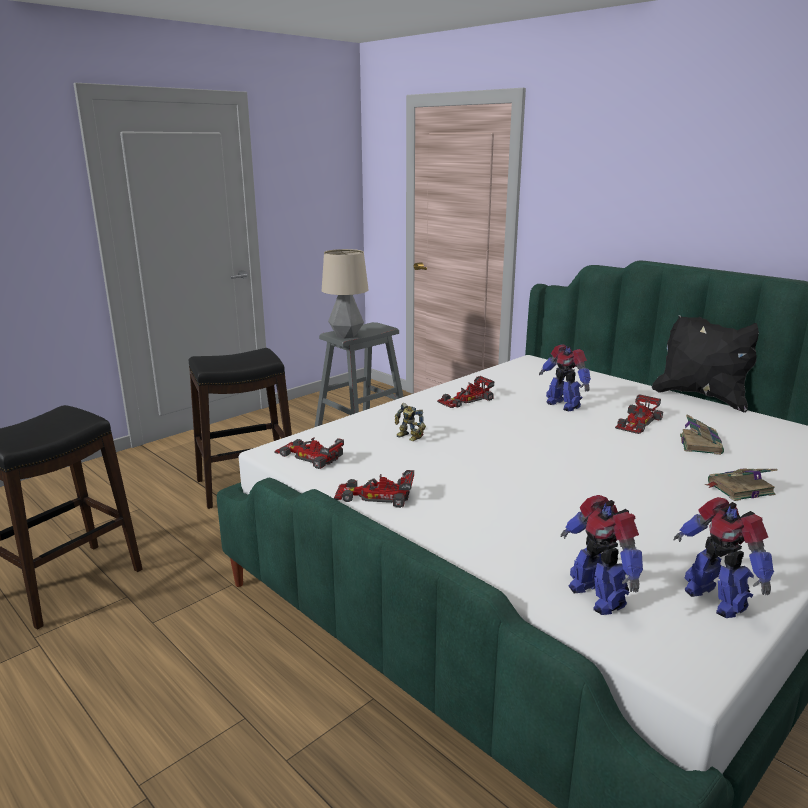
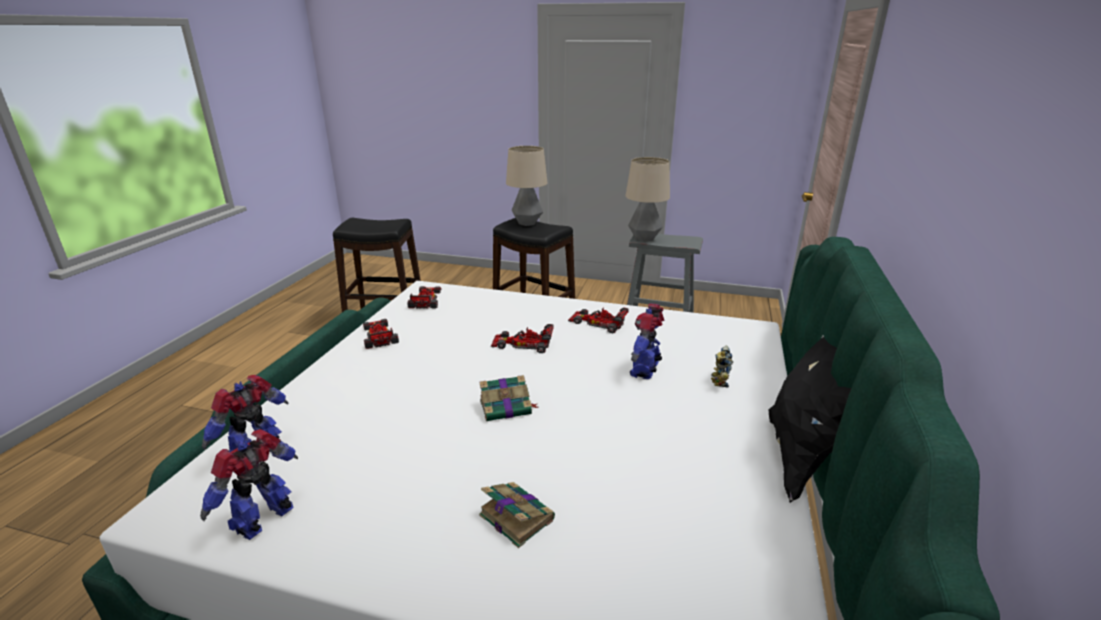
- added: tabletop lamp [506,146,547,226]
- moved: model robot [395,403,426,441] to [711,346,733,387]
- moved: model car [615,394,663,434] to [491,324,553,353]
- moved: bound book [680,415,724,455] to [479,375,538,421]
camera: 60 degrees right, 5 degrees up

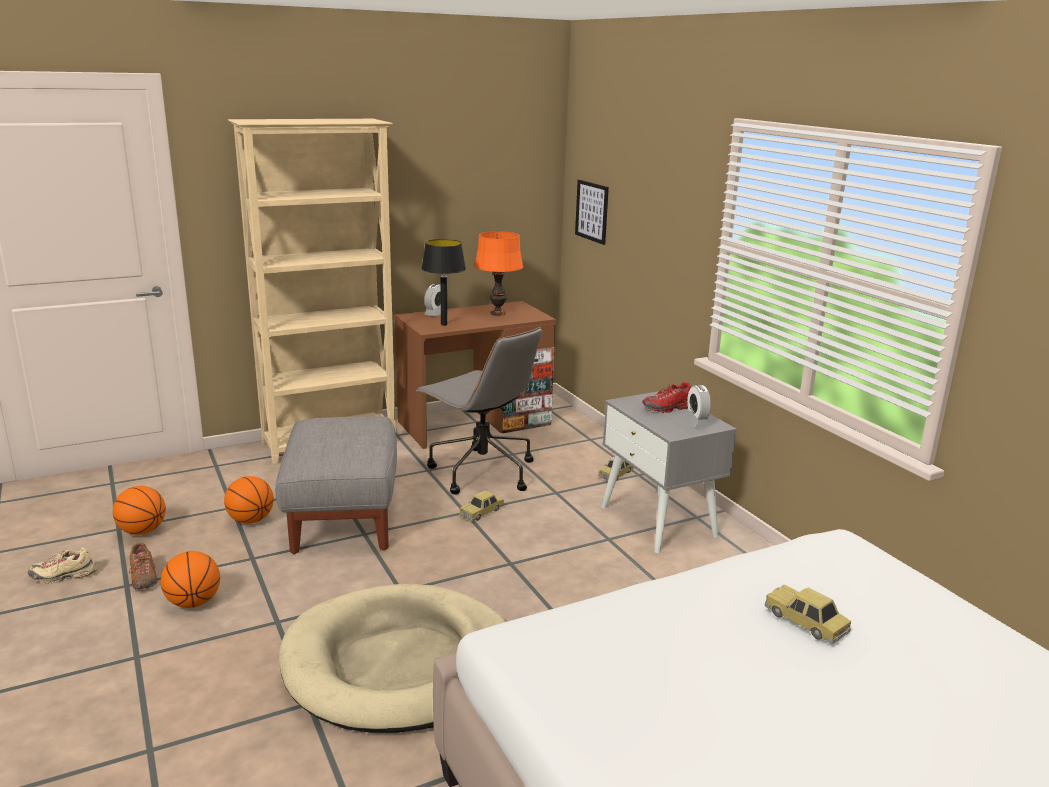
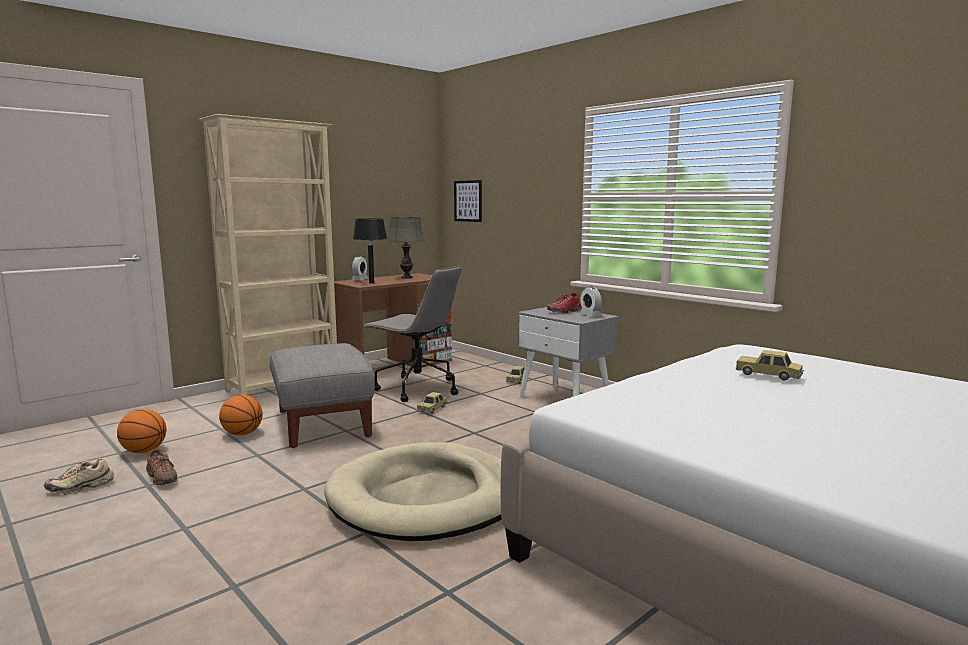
- removed: basketball [161,551,220,608]
- recoloured: tabletop lamp in orange [474,231,523,316] to tabletop lamp in greyish [388,217,424,279]
camera: 15 degrees left, 10 degrees down

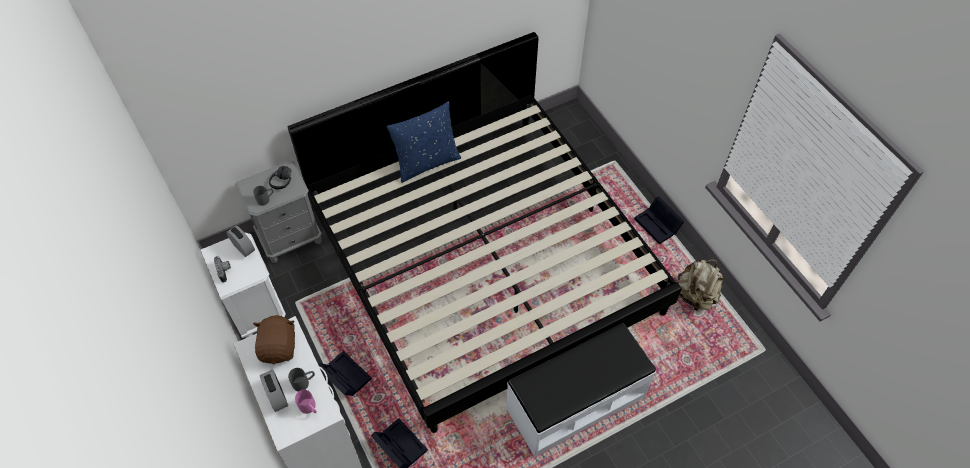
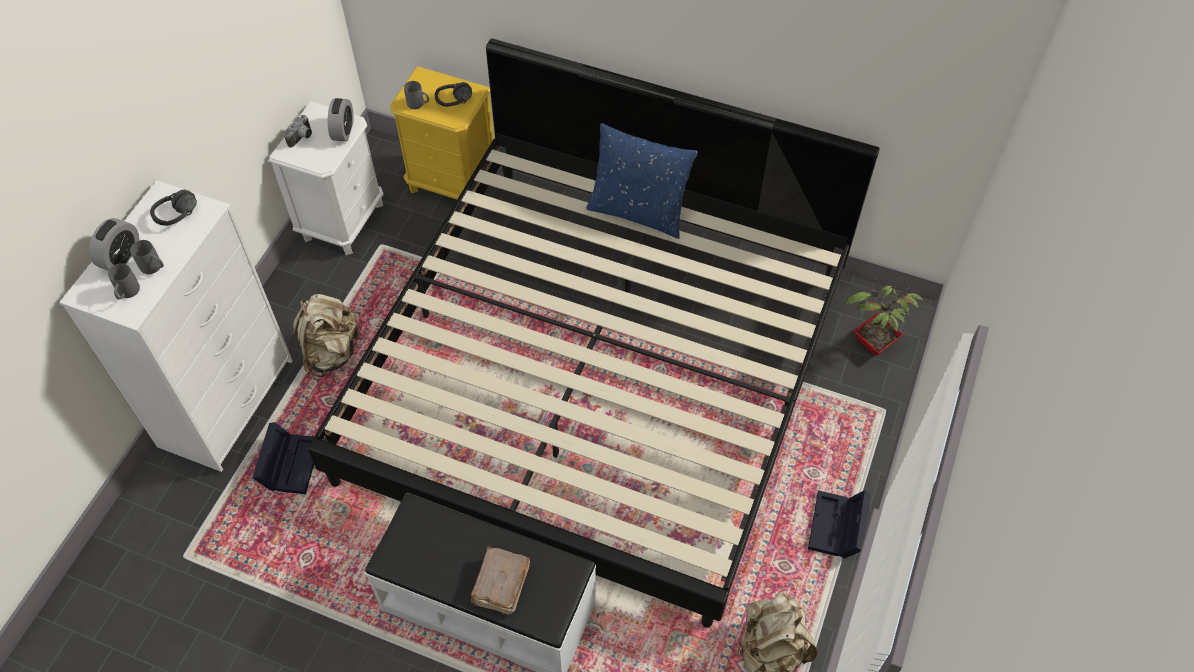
- added: bound book in brown-coloured [470,546,530,615]
- added: houseplant [845,276,923,355]
- replaced: cuddly toy in brown-coloured [253,315,295,364] to pair of headphones in black [150,190,197,226]
- replaced: storage bin in black [318,351,372,396] to knapsack in sand-coloured [293,294,362,377]
- recoloured: bedside table in greyish [235,160,322,263] to bedside table in yellow-coloured [390,66,494,210]
- recoloured: coffee mug in pinkish [295,390,317,414] to coffee mug in greyish [108,263,140,300]
camera: 50 degrees right, 0 degrees up

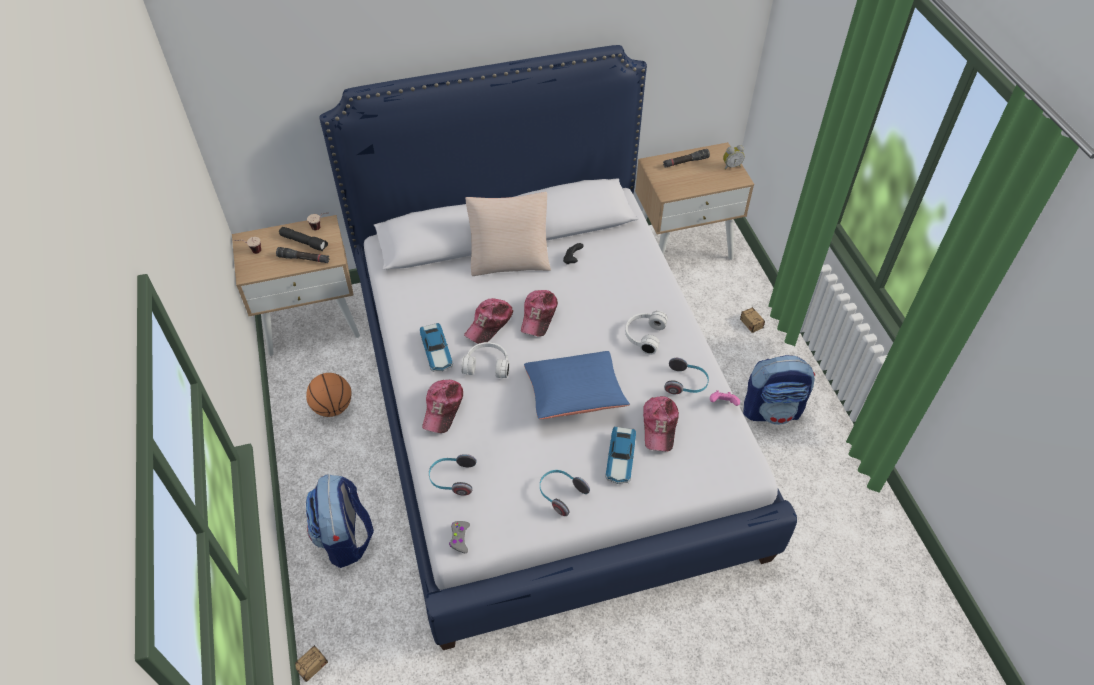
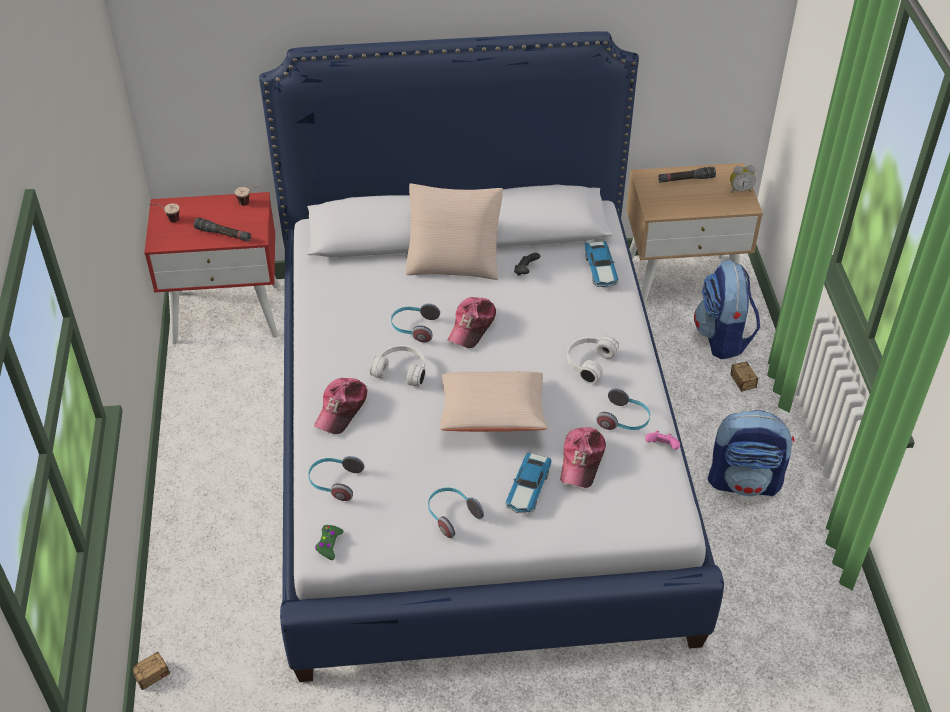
- removed: flashlight in black [279,227,328,251]
- removed: basketball [306,373,351,417]
- moved: knapsack [306,474,374,568] to [694,259,760,359]
- moved: model car [420,323,453,372] to [585,241,619,287]
- replaced: peaked cap [464,298,513,344] to pair of headphones [391,303,440,342]
- recoloured: bedside table in sand-coloured [232,215,360,356] to bedside table in red-coloured [144,192,279,344]
- recoloured: joypad in greyish [449,521,470,553] to joypad in green-coloured [315,525,343,560]
- recoloured: pillow in blue-coloured [524,351,630,419] to pillow in sand-coloured [440,371,548,432]
camera: 10 degrees right, 5 degrees down

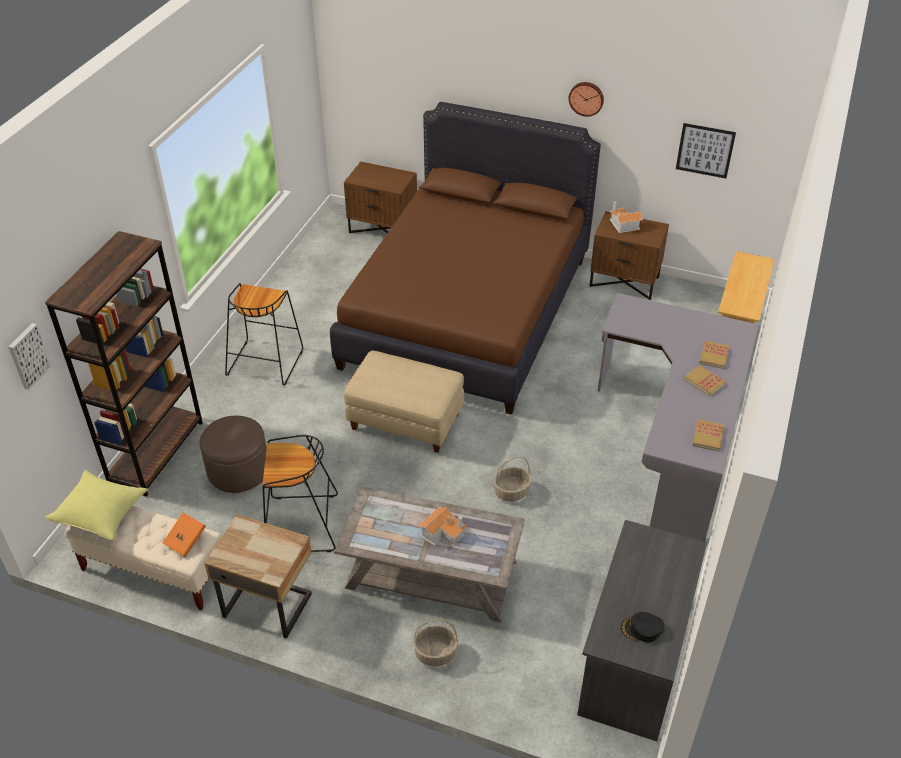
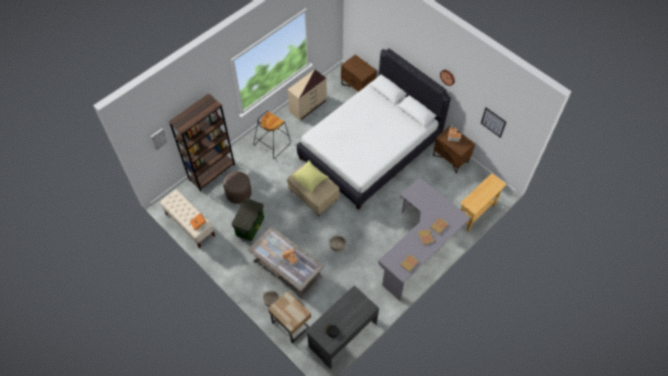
- added: dresser in sand-coloured [287,69,327,121]
- moved: pillow in yellow-coloured [45,470,148,540] to [290,160,329,193]
- moved: bedside table in sand-coloured [204,515,312,639] to [268,291,311,343]
- replaced: stool seat in black [262,435,338,552] to storage bin [231,198,264,241]
- recoloured: bed in brown-coloured [330,102,601,415] to bed in whitish [297,49,451,210]
camera: 25 degrees right, 15 degrees up

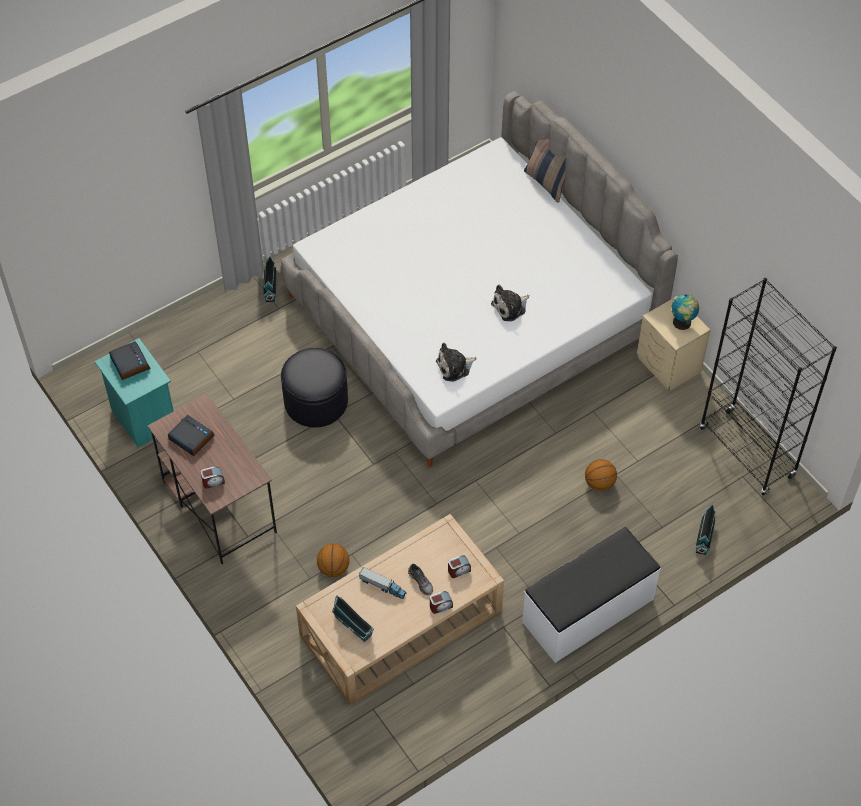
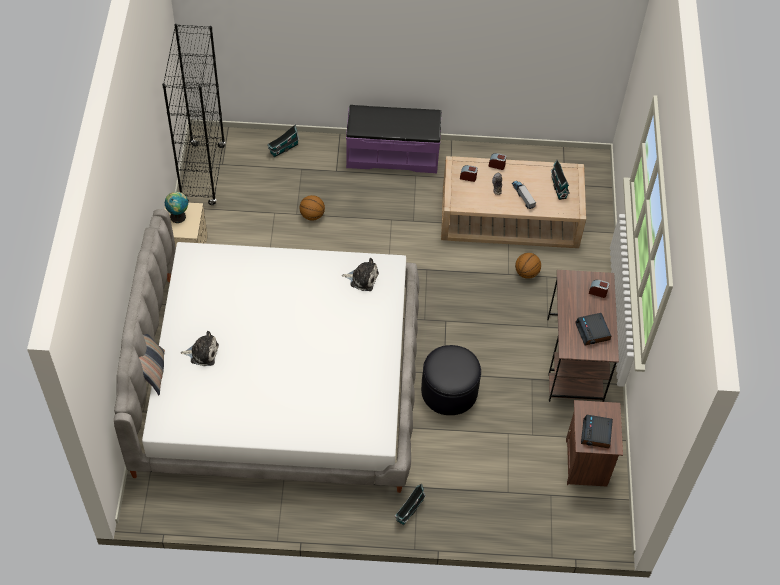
- moved: cuddly toy [491,285,529,321] to [181,331,219,366]
- recoloured: bedside table in blue-green [95,338,174,447] to bedside table in brown-coloured [566,400,623,487]
- recoloured: bench in whitish [522,527,661,663] to bench in purplish [346,105,441,174]
camera: 145 degrees left, 0 degrees up

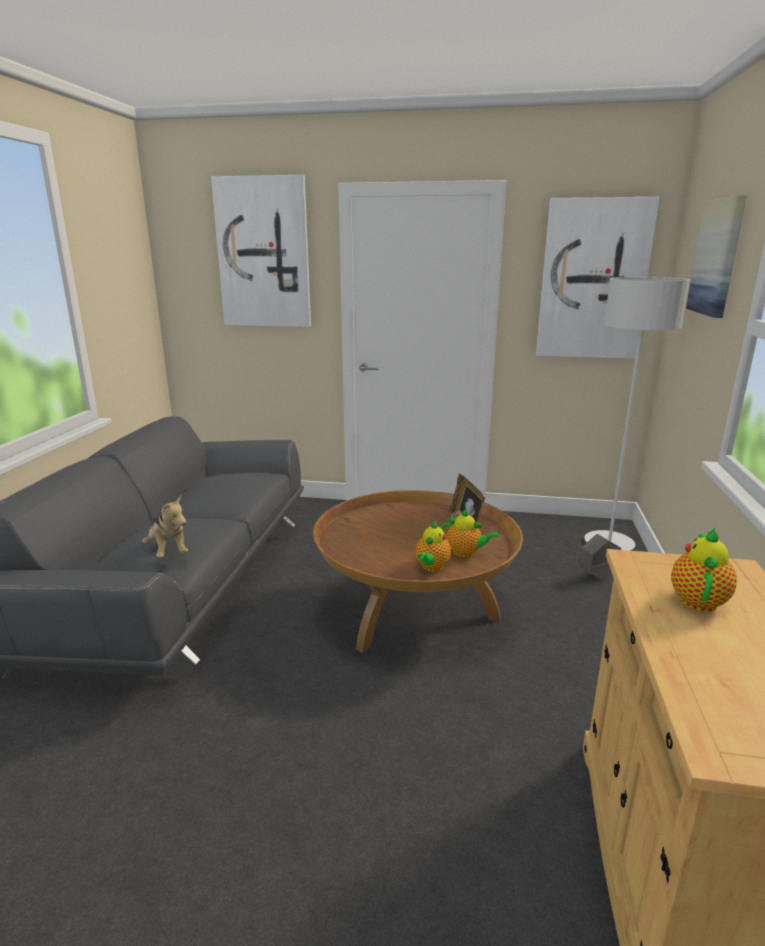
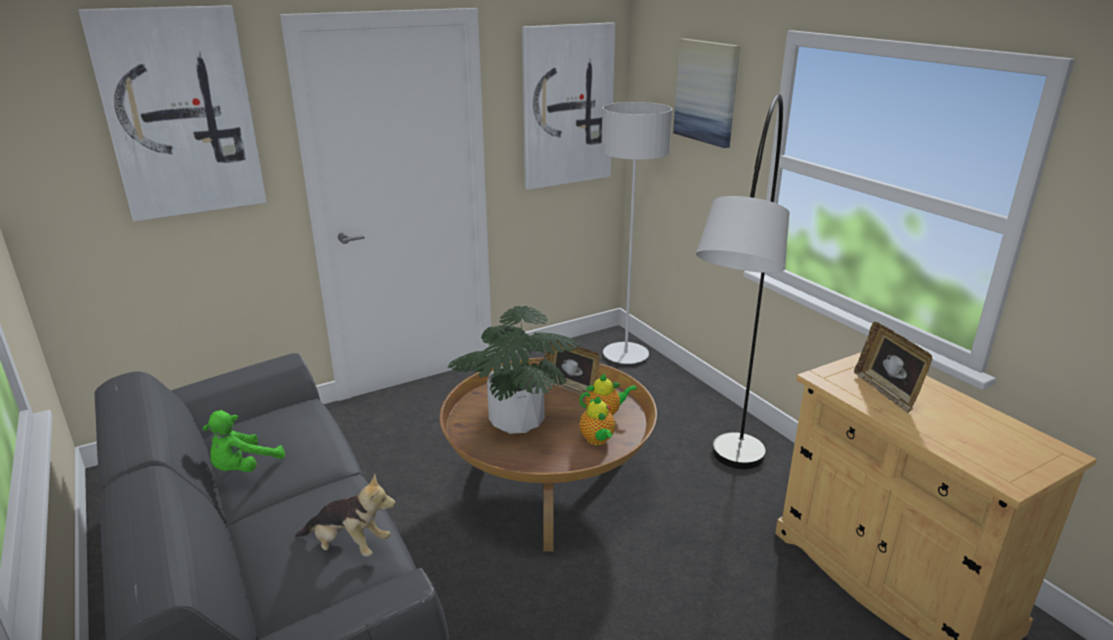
- removed: plant pot in greyish [579,534,621,580]
- added: cuddly toy in green-coloured [203,410,285,472]
- added: houseplant [448,306,580,434]
- added: standard lamp in greyish [696,94,790,469]
- replaced: pot for tea [671,527,737,612] to picture frame [854,322,932,413]
camera: 40 degrees left, 5 degrees up

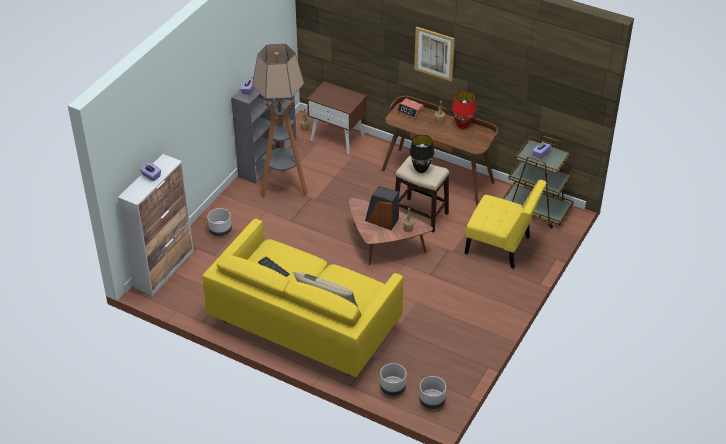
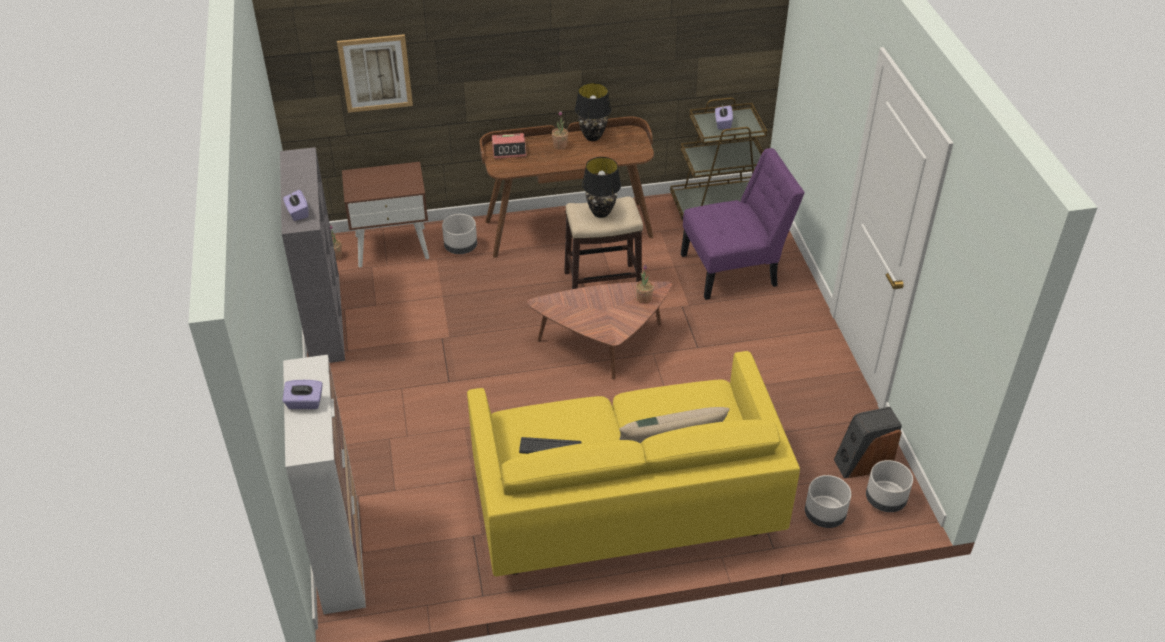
- removed: standard lamp [252,44,308,198]
- moved: plant pot in greyish [207,208,232,236] to [442,214,477,254]
- moved: audio speaker [365,186,399,230] to [834,407,902,478]
- moved: wall art [414,27,455,82] to [337,34,413,113]
- recoloured: tabletop lamp in red-coloured [452,91,476,129] to tabletop lamp in black [575,83,611,141]
- recoloured: upright chair in yellow-coloured [465,180,547,269] to upright chair in purplish [681,148,805,300]
camera: 40 degrees left, 0 degrees up

